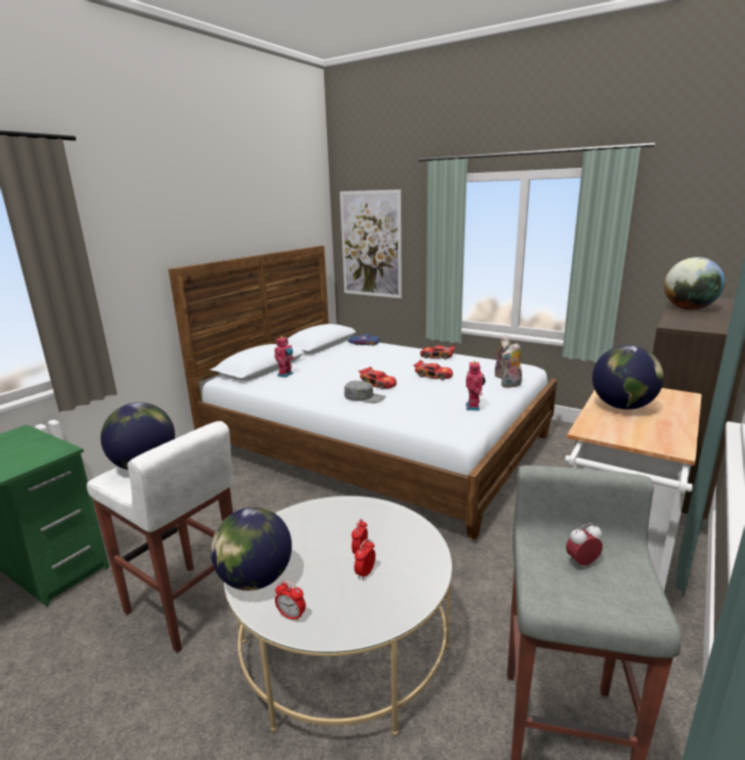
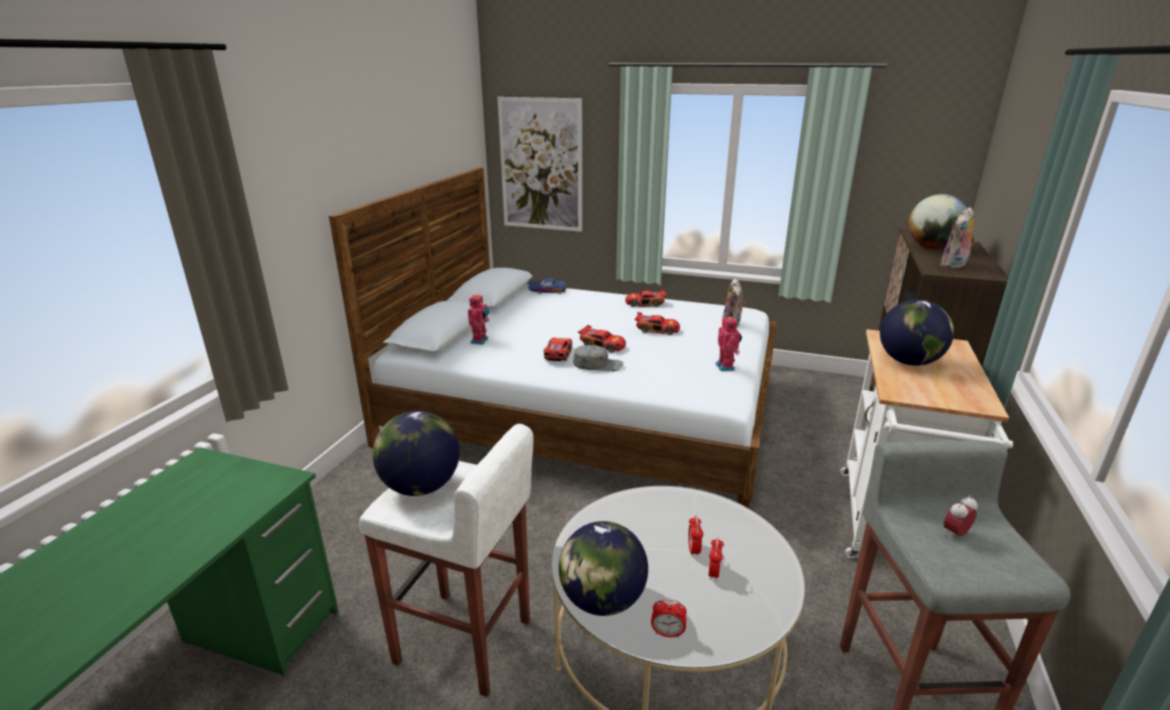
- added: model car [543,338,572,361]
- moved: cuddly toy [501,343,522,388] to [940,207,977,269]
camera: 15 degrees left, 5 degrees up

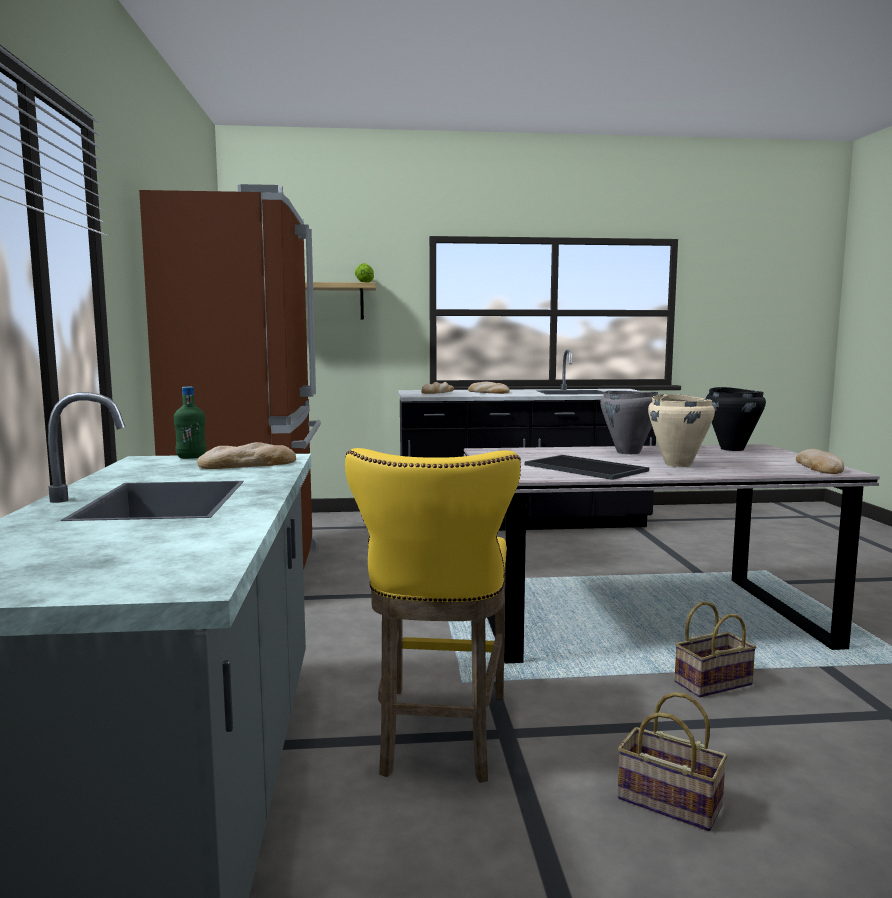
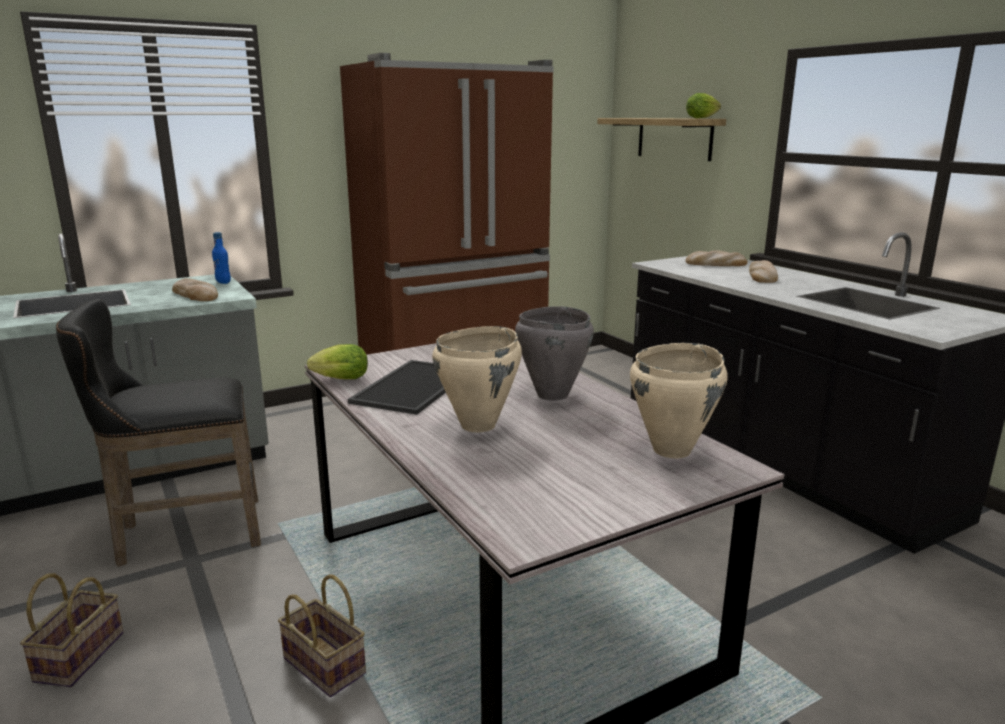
- removed: bread [796,449,844,474]
- added: head of lettuce [307,344,368,379]
- recoloured: bottle in green-coloured [174,387,206,459] to bottle in blue-coloured [212,232,231,284]
- recoloured: stool seat in yellow-coloured [345,448,521,783] to stool seat in black [56,299,261,567]
- recoloured: saucepot in black [706,387,766,451] to saucepot in sand-coloured [630,343,728,459]
camera: 65 degrees right, 10 degrees up

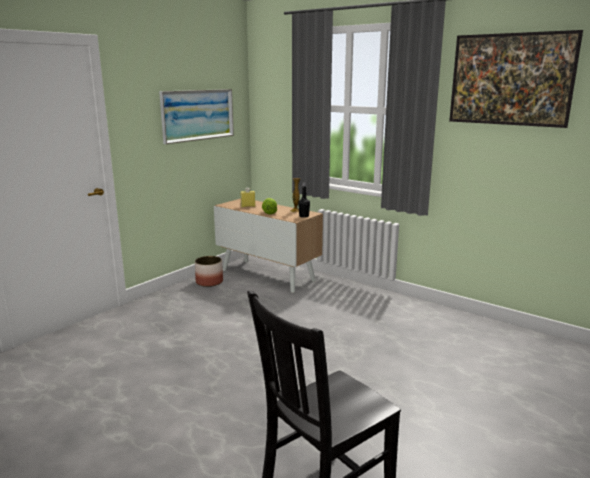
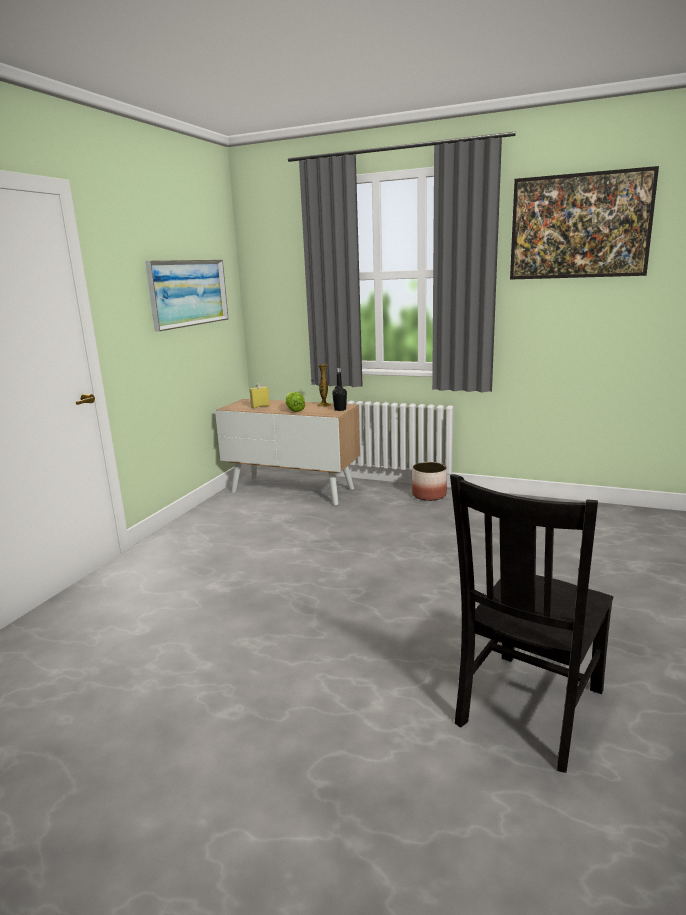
- moved: plant pot [195,256,223,287] to [412,462,447,501]
camera: 15 degrees left, 0 degrees up

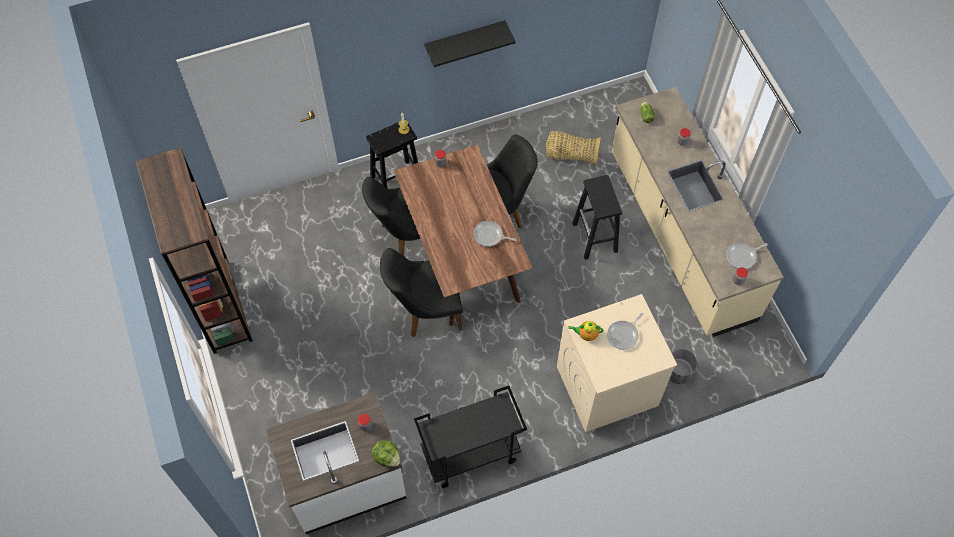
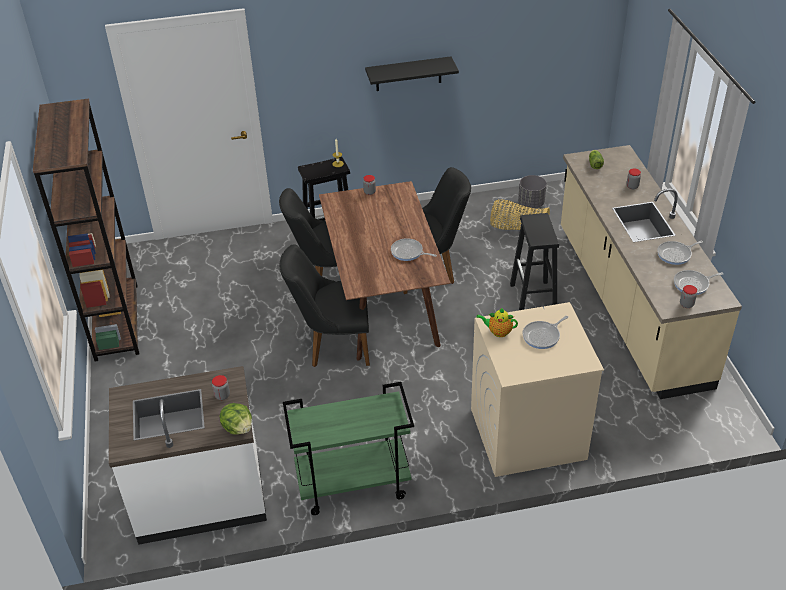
- added: skillet [657,241,703,265]
- moved: plant pot in greyish [669,349,697,384] to [518,175,547,208]
- recoloured: trolley in black [414,386,527,488] to trolley in green-coloured [283,382,414,515]
camera: 10 degrees right, 20 degrees down

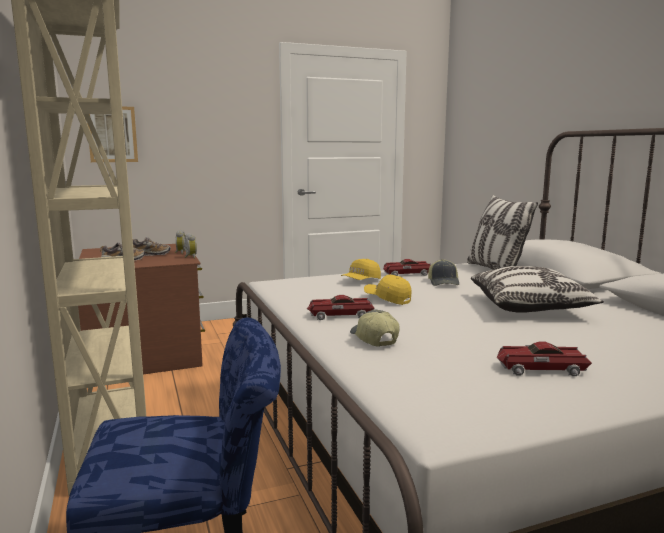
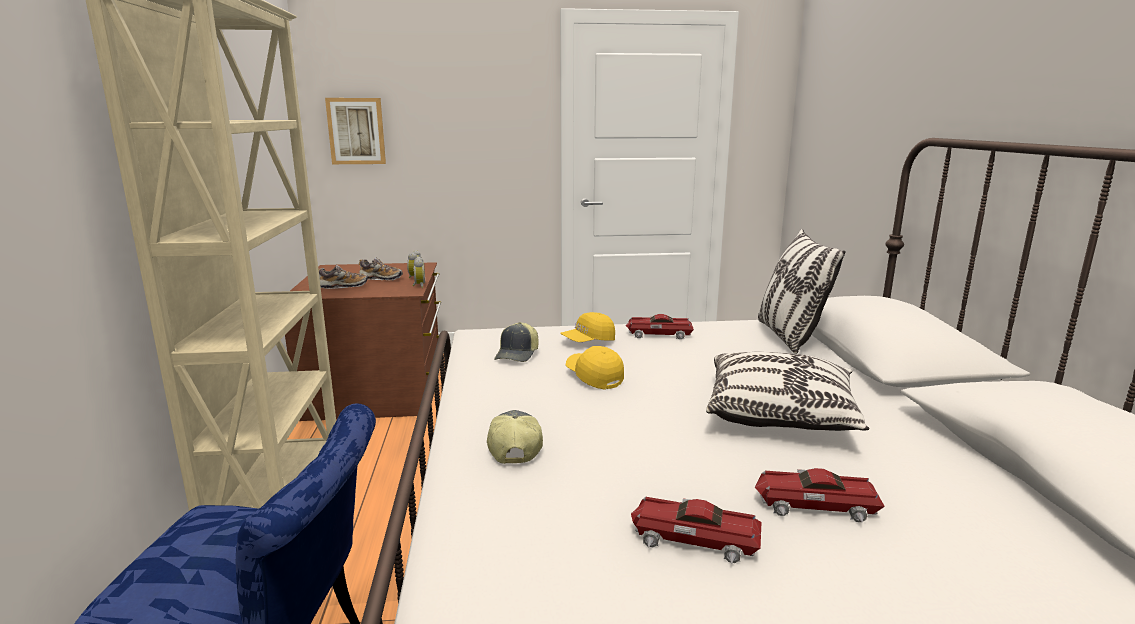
- moved: model car [307,295,375,320] to [755,468,885,523]
- moved: peaked cap [428,259,459,286] to [494,322,539,362]
camera: 15 degrees right, 5 degrees up

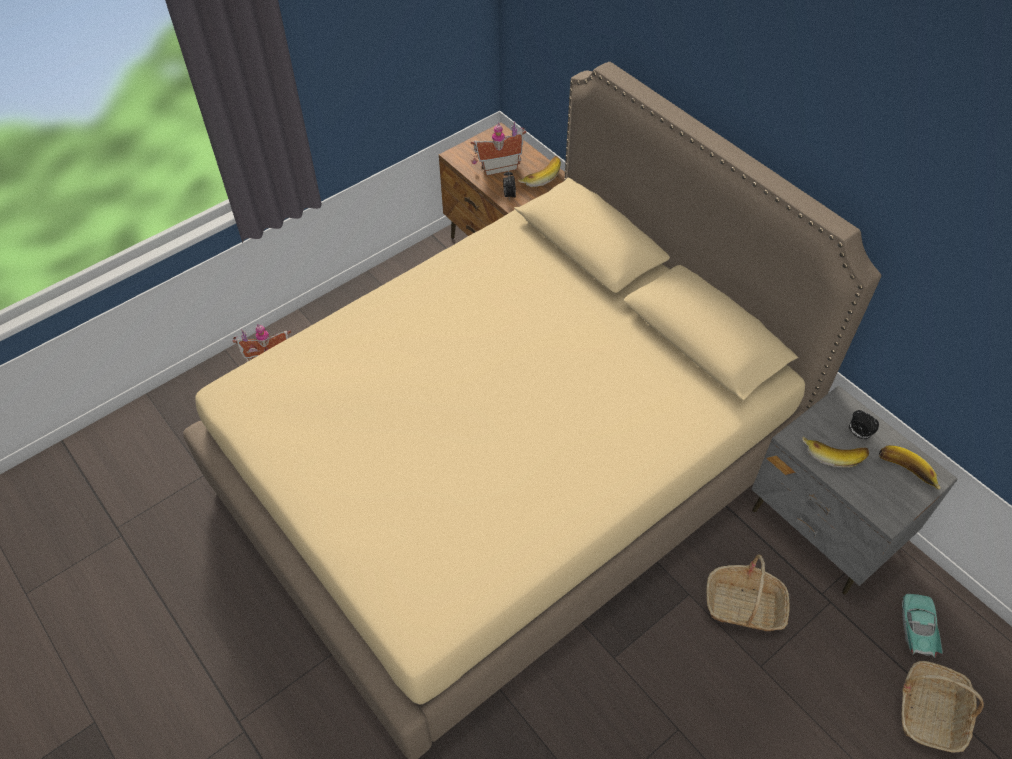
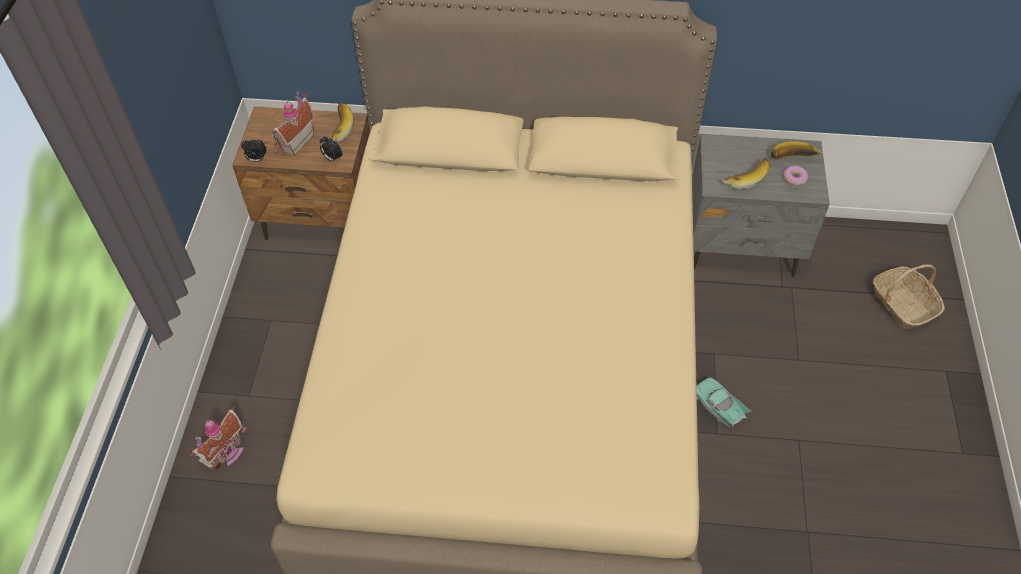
- removed: storage basket [707,554,790,631]
- added: donut [784,166,808,186]
- moved: alarm clock [849,410,879,440] to [241,139,266,162]
- moved: model car in blue-green [902,594,943,658] to [696,378,751,429]
camera: 45 degrees left, 0 degrees up

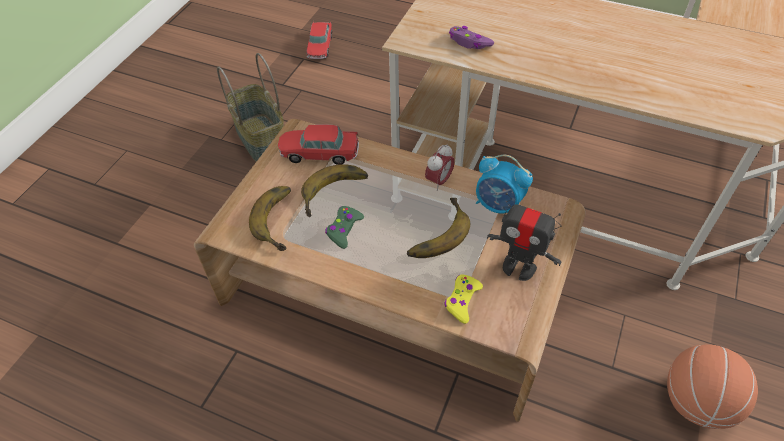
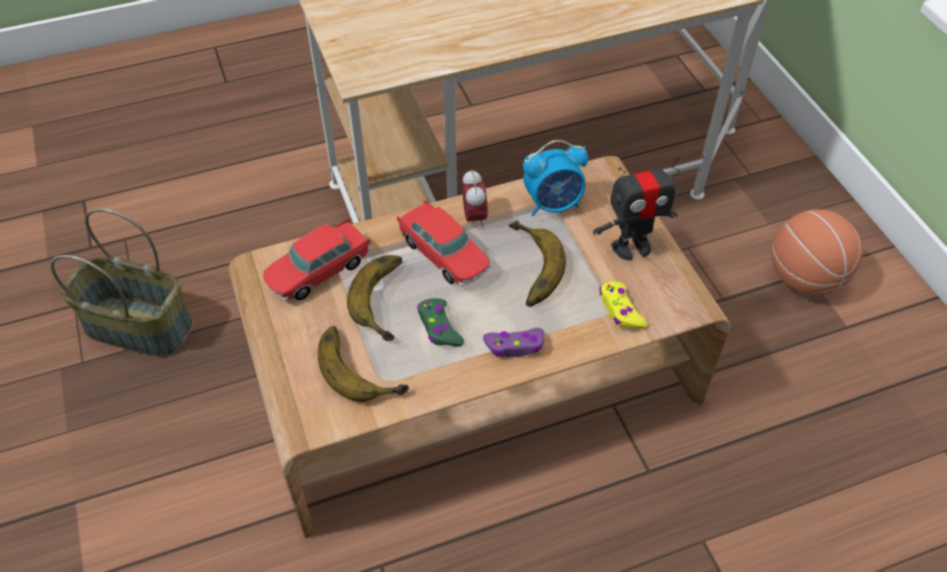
- moved: model car [306,21,332,59] to [397,200,491,286]
- moved: joypad in purplish [449,26,494,49] to [483,328,545,357]
camera: 45 degrees left, 0 degrees up

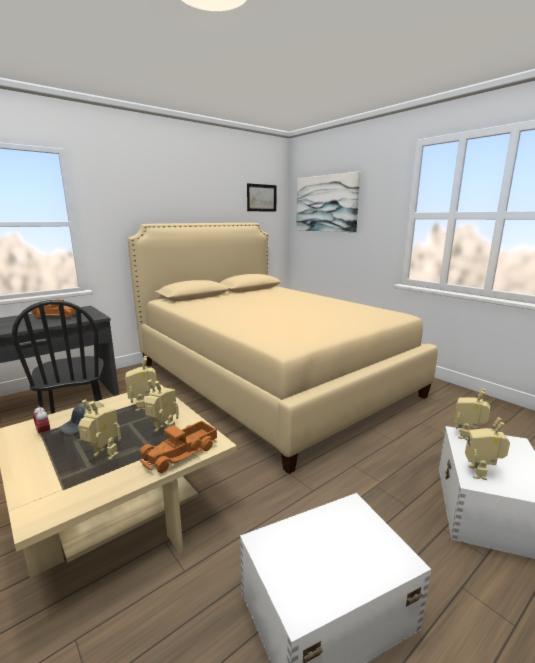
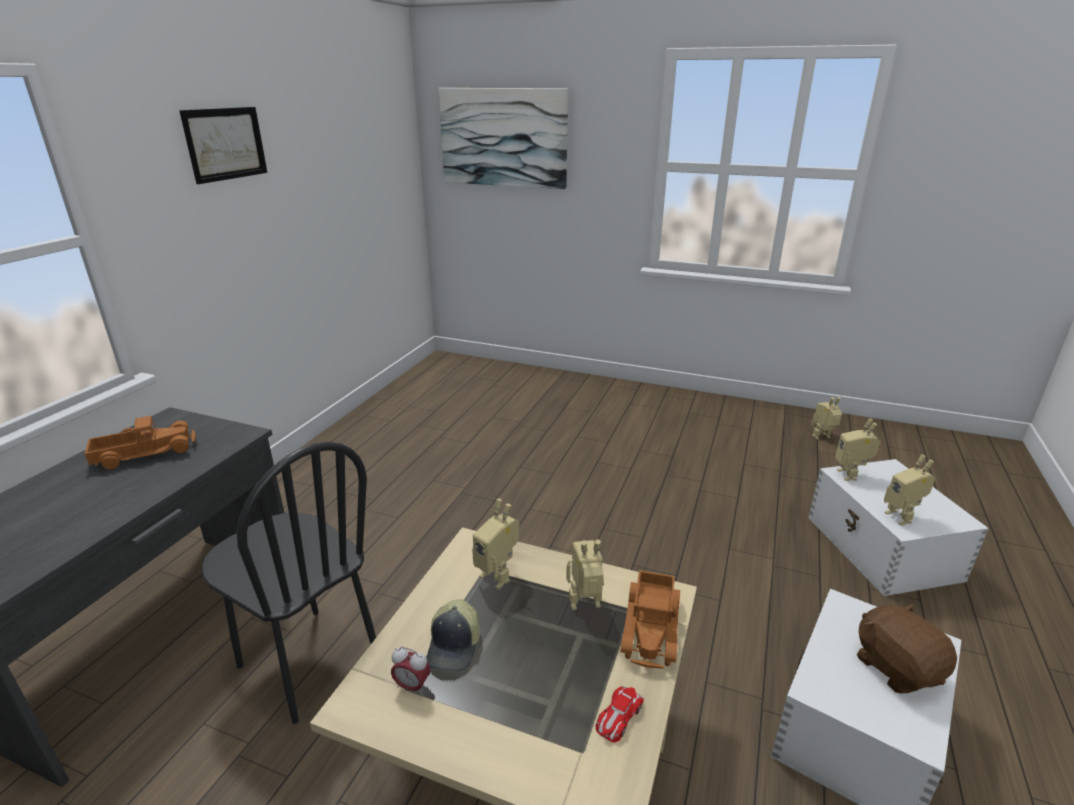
- removed: bed in sand-coloured [128,223,438,474]
- added: model car [596,686,644,742]
- added: cuddly toy in brown-coloured [857,603,957,693]
- moved: model robot [78,399,121,460] to [811,397,842,439]
- moved: wall art [247,183,276,212] to [179,107,267,184]
camera: 30 degrees left, 10 degrees up

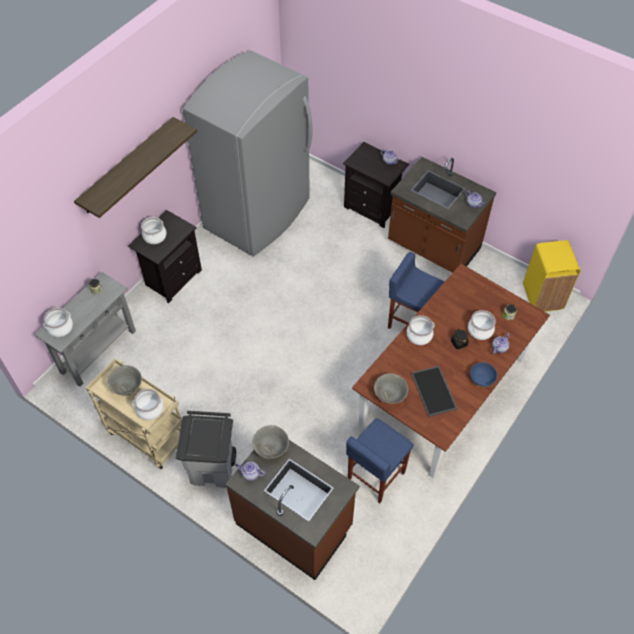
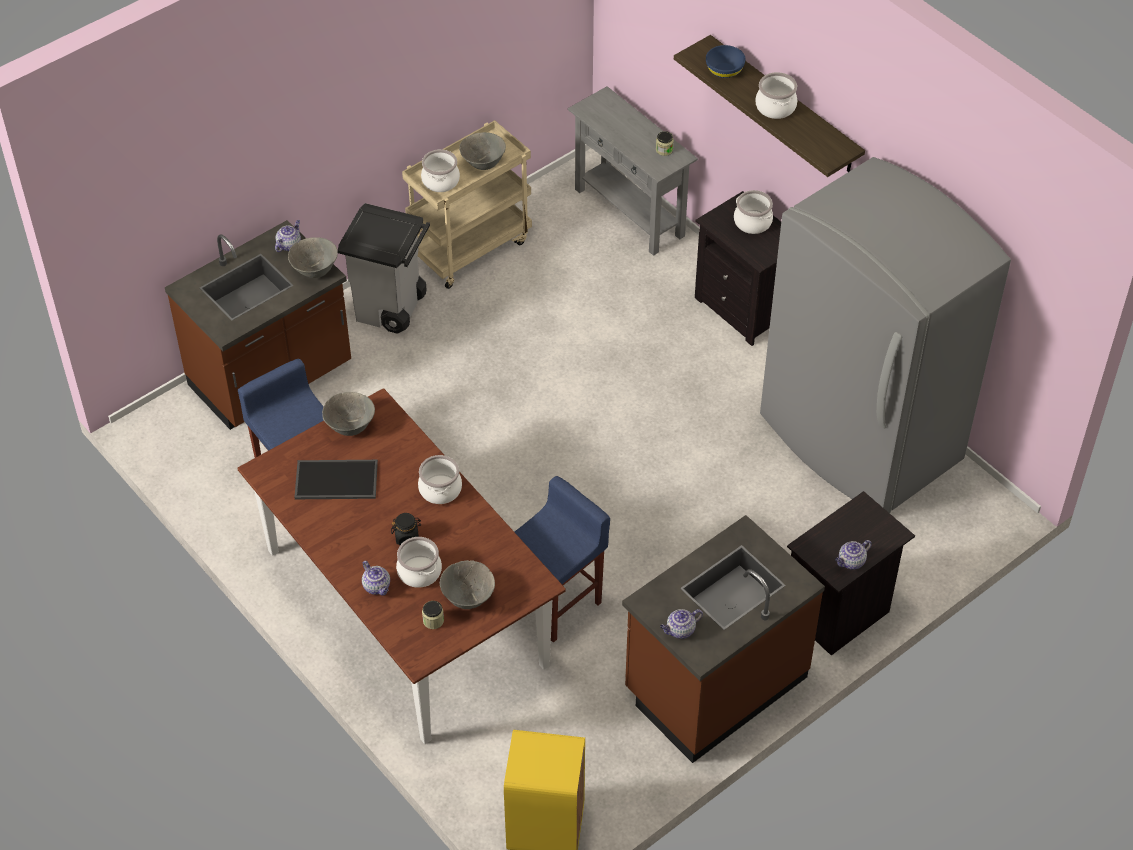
- added: serving bowl in greyish [440,560,495,609]
- moved: saucepot [43,308,73,337] to [755,72,797,119]
- moved: serving bowl in blue-coloured [470,362,497,387] to [706,45,746,78]
camera: 105 degrees right, 5 degrees down

